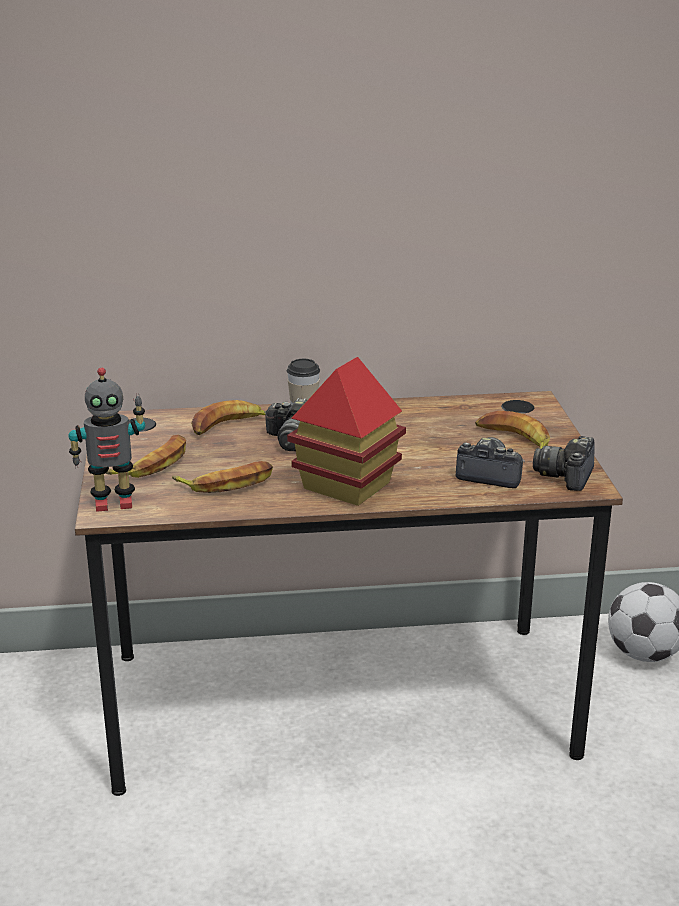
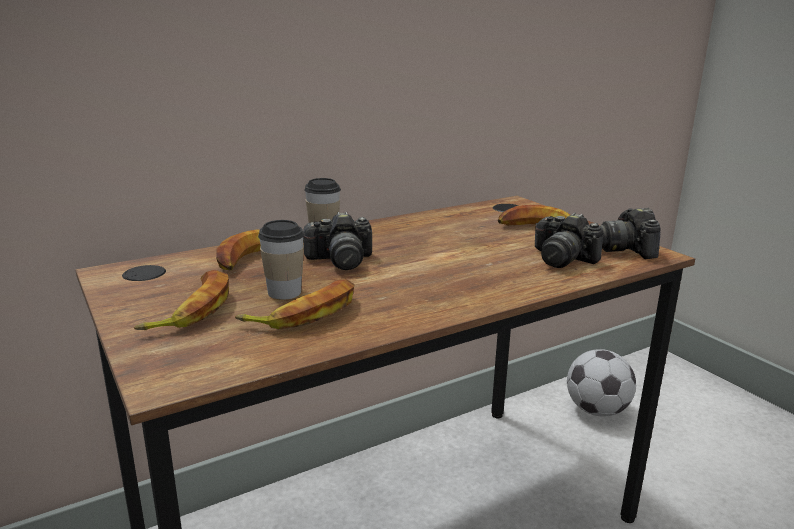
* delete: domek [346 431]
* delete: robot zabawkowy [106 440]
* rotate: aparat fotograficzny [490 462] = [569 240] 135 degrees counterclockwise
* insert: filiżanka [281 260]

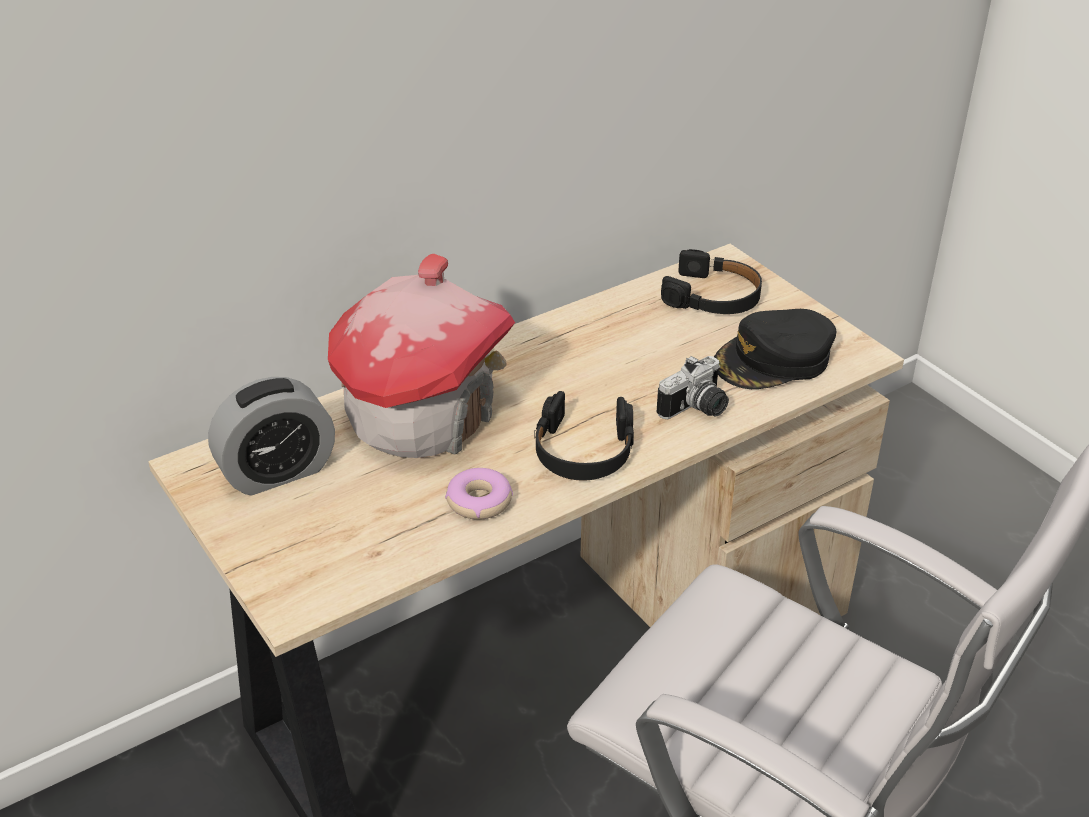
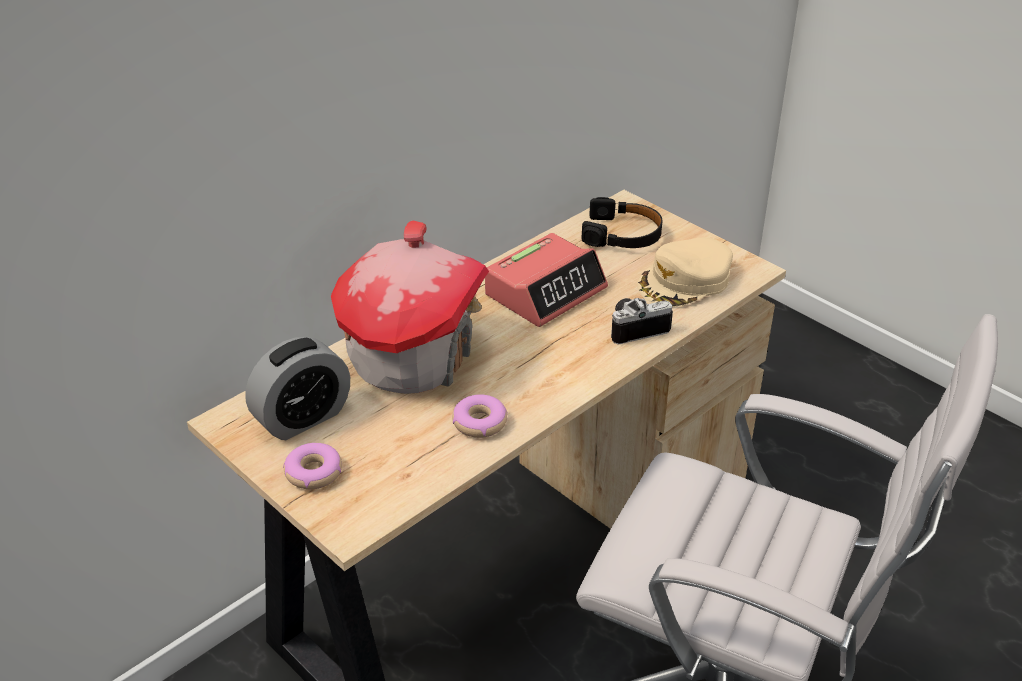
* recolor: czapka z daszkiem (czarny) [775 349] to czapka z daszkiem (beżowy) [685 272]
* rotate: aparat fotograficzny [692 387] = [642 321] 150 degrees counterclockwise
* delete: słuchawki (czarny) [584 436]
* insert: budzik [546 280]
* insert: donut [312 466]

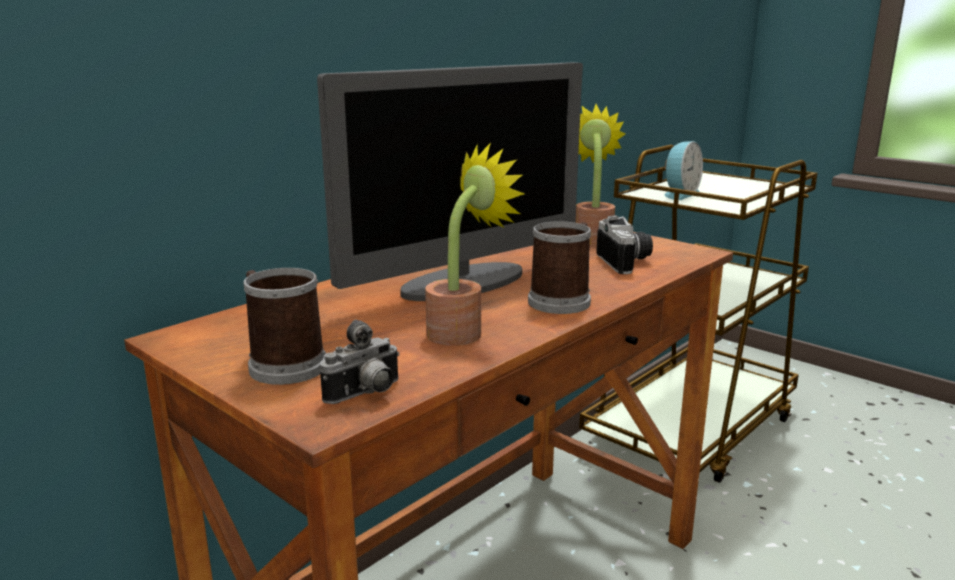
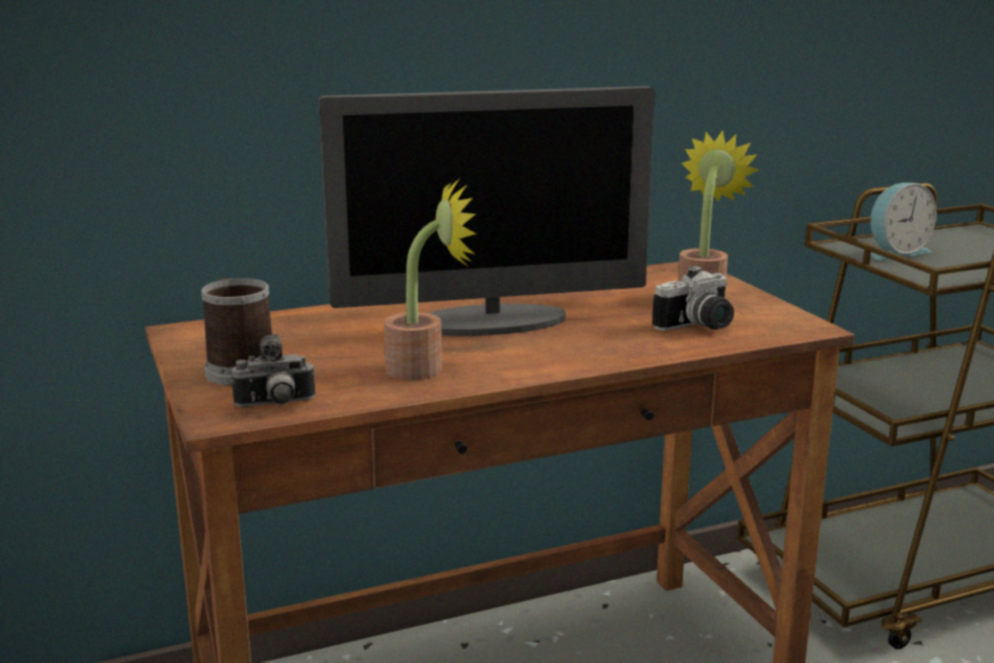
* rotate: aparat fotograficzny [624 244] = [693 298] 45 degrees clockwise
* delete: kubek [559 267]

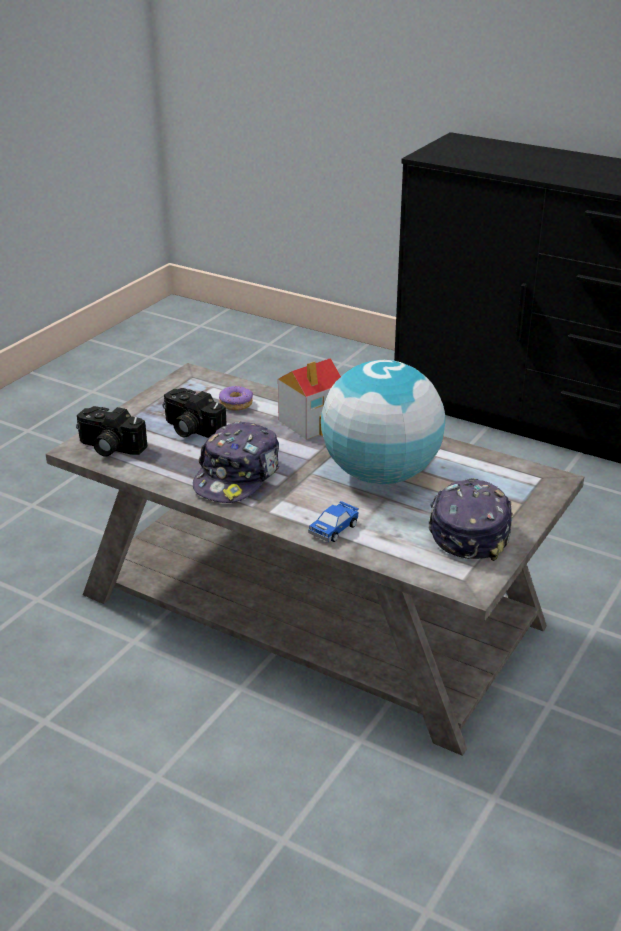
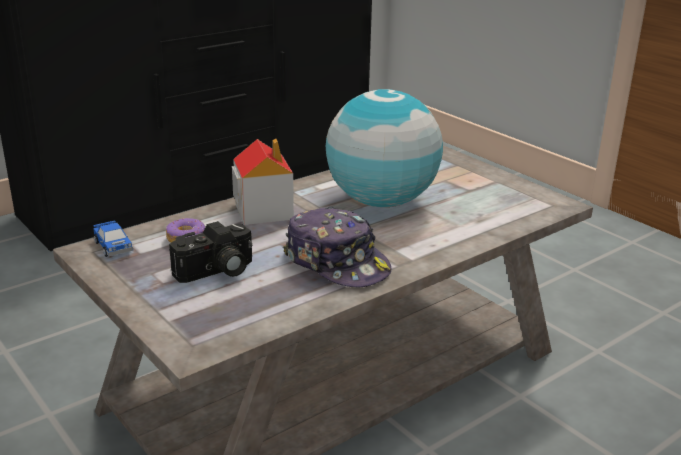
* delete: aparat fotograficzny [111 431]
* delete: czapka z daszkiem [471 519]
* move: samochodzik [333 521] to [113 239]

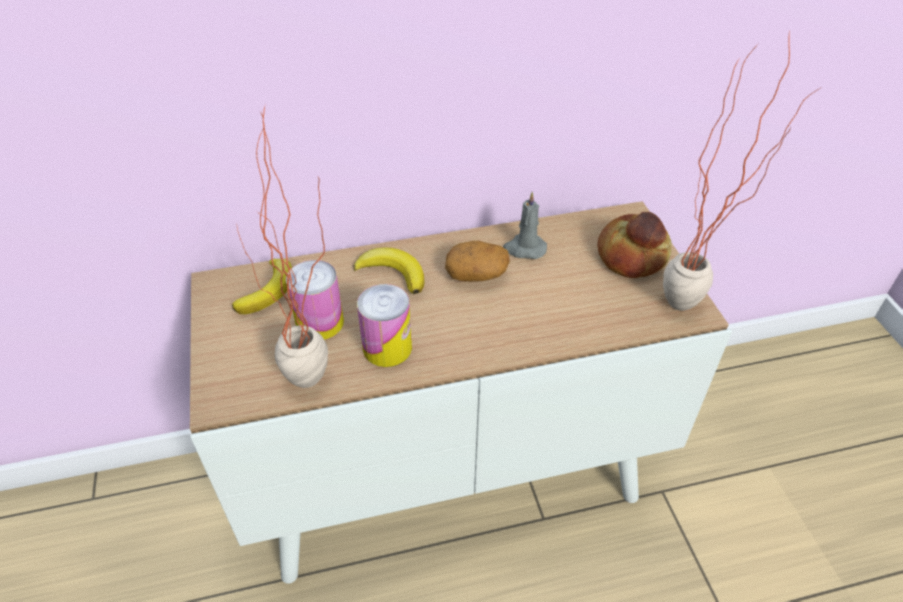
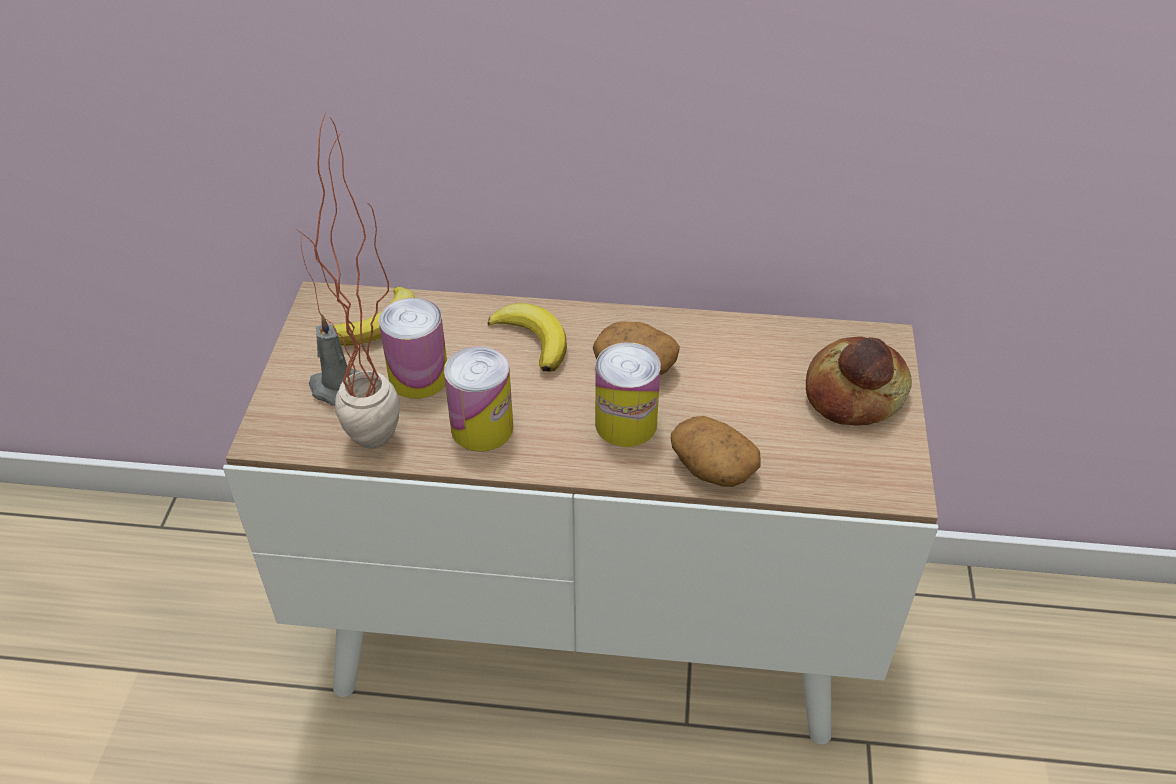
* delete: roślina doniczkowa [742 176]
* move: świeca (szary) [525 225] to [335 360]
* insert: puszka [628 394]
* insert: ziemniak [716 451]

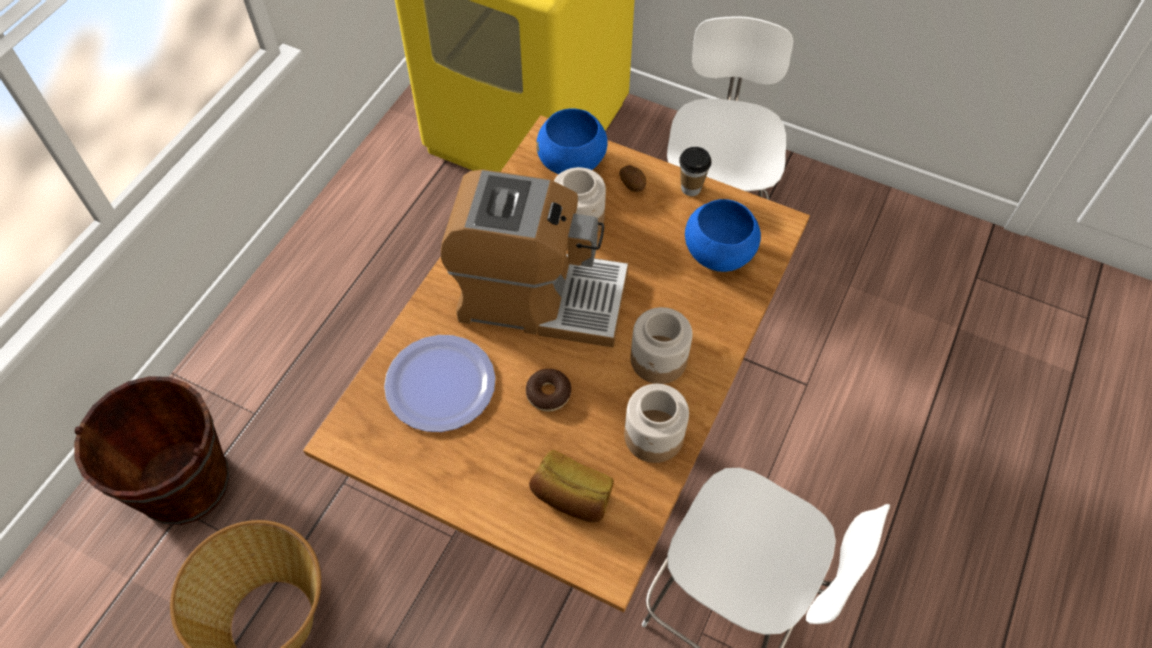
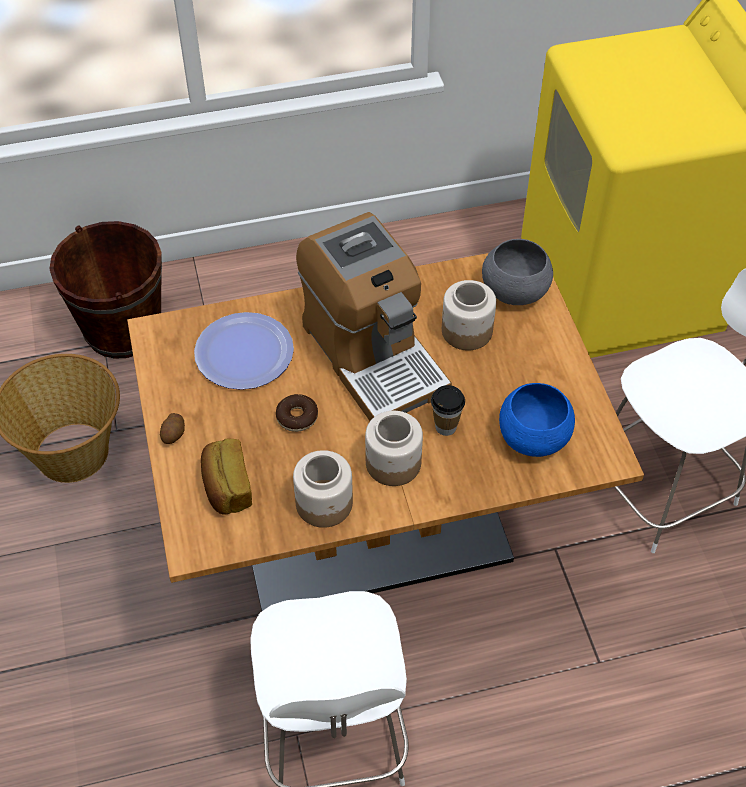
* recolor: miska (niebieski) [572 141] to miska (szary) [517 272]
* move: filiżanka [695 171] to [448 410]
* move: ziemniak [632 178] to [172 428]

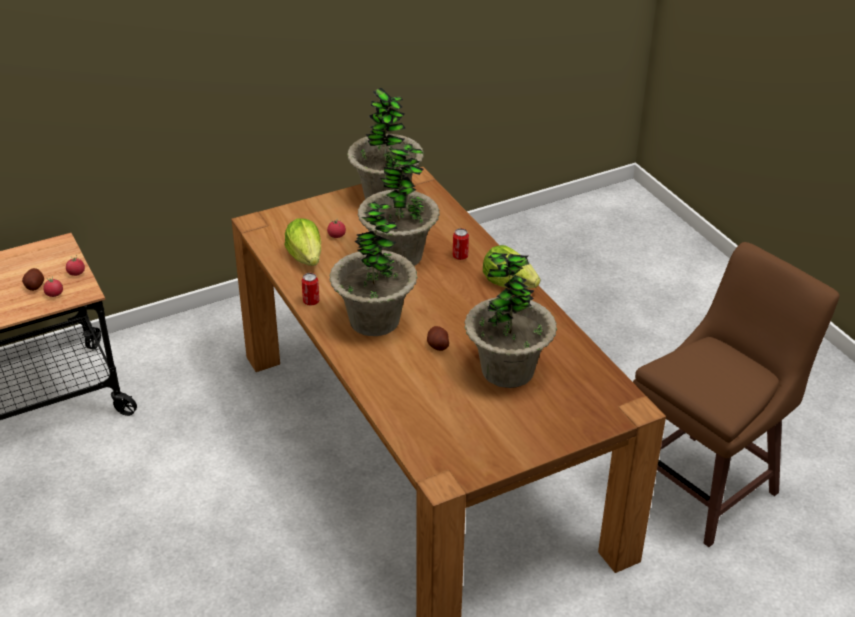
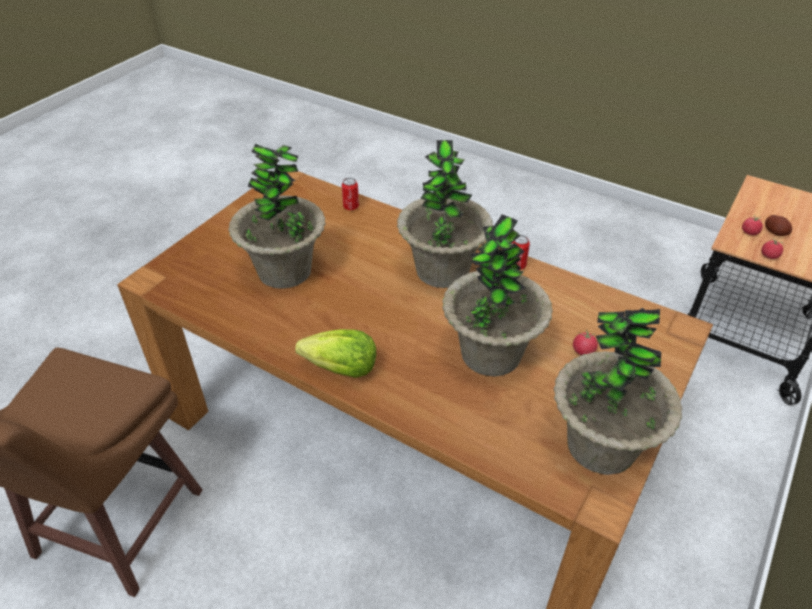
* delete: sałata [303 242]
* move: puszka [461 244] to [350 194]
* delete: ziemniak [438 338]

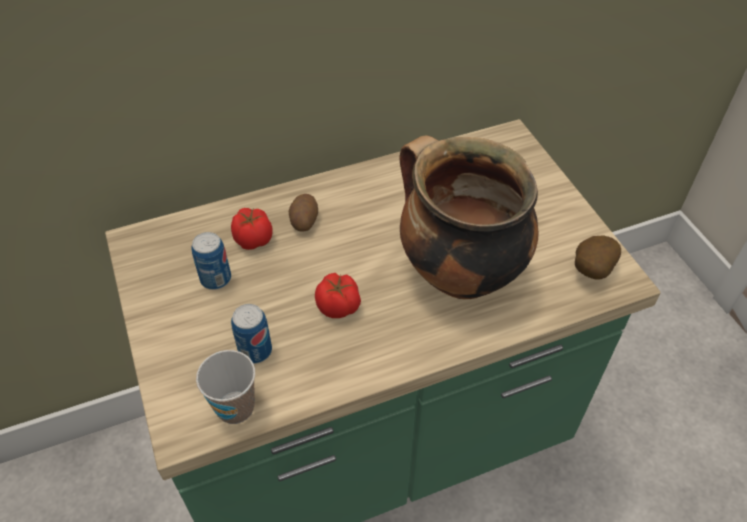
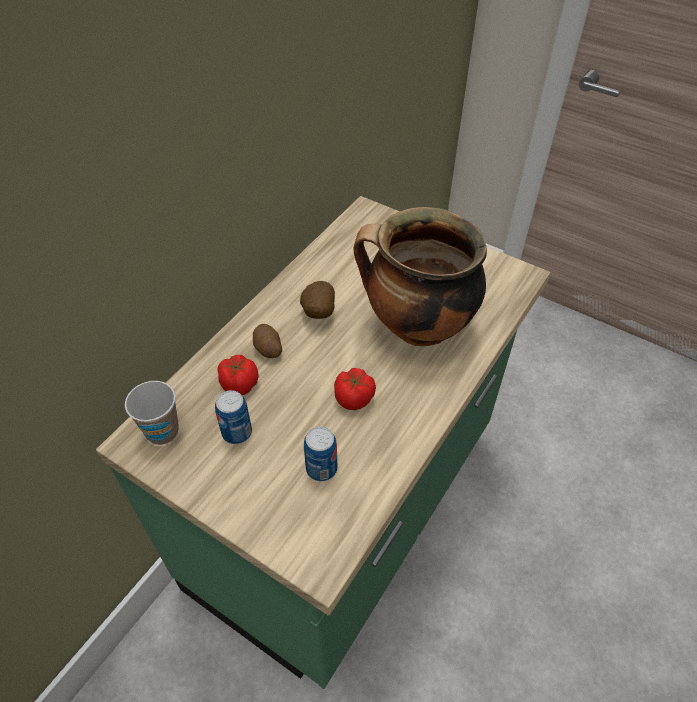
* move: ziemniak [598 257] to [317 300]
* move: filiżanka [225 387] to [152 413]

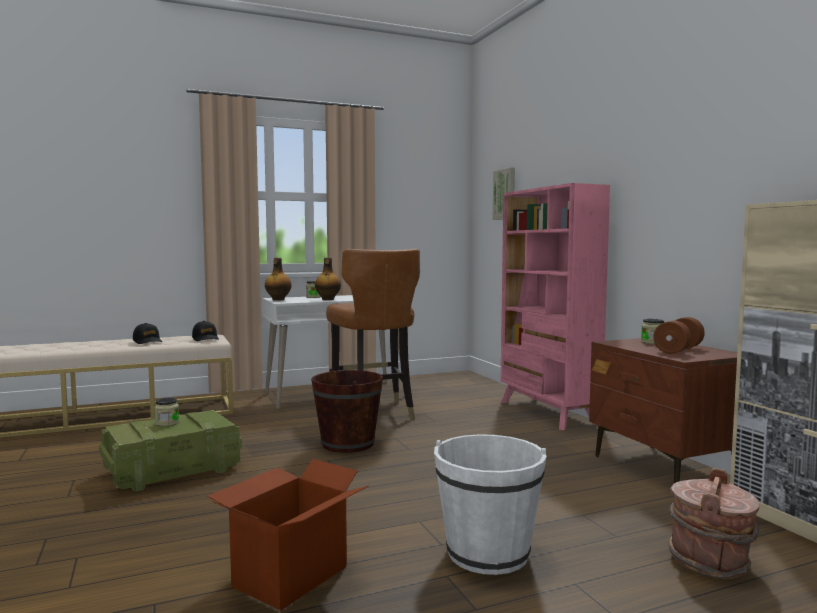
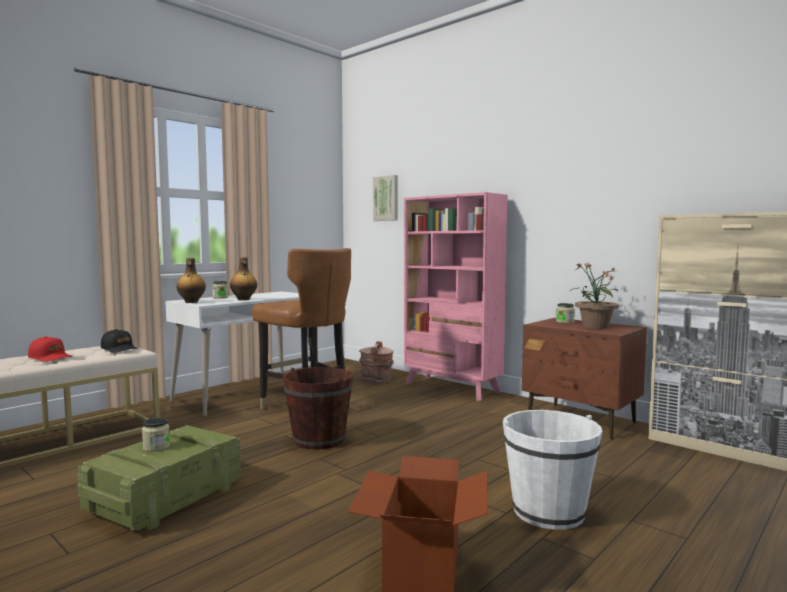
* replace: hantel (brązowy) [679 335] to roślina doniczkowa [594 295]
* recolor: czapka z daszkiem (czarny) [147 333] to czapka z daszkiem (czerwony) [50 349]
* move: wiadro (brązowy) [714 523] to [376 362]

